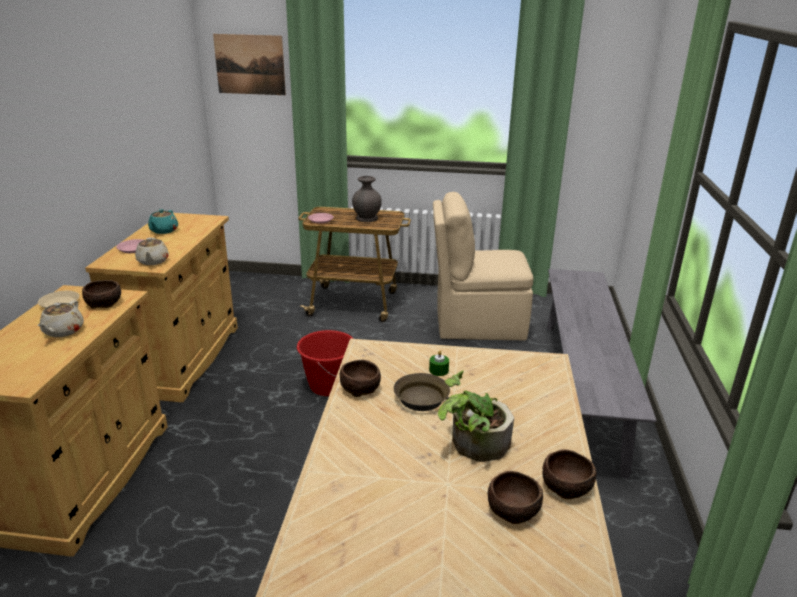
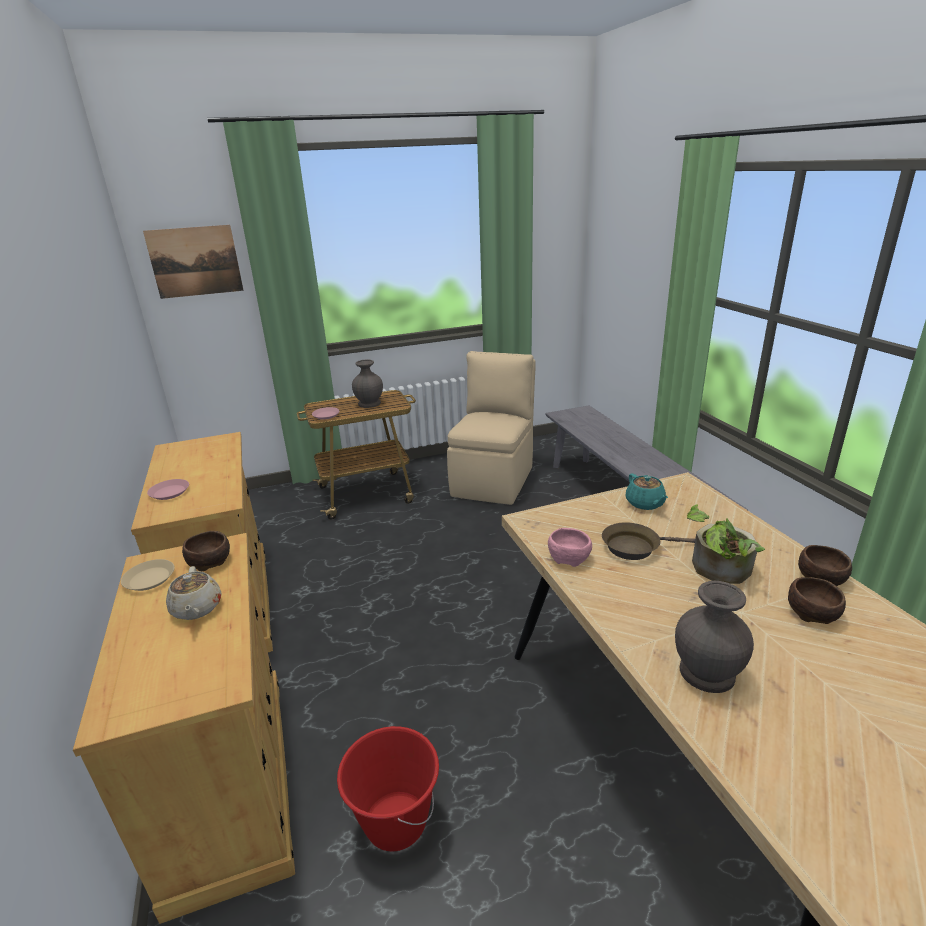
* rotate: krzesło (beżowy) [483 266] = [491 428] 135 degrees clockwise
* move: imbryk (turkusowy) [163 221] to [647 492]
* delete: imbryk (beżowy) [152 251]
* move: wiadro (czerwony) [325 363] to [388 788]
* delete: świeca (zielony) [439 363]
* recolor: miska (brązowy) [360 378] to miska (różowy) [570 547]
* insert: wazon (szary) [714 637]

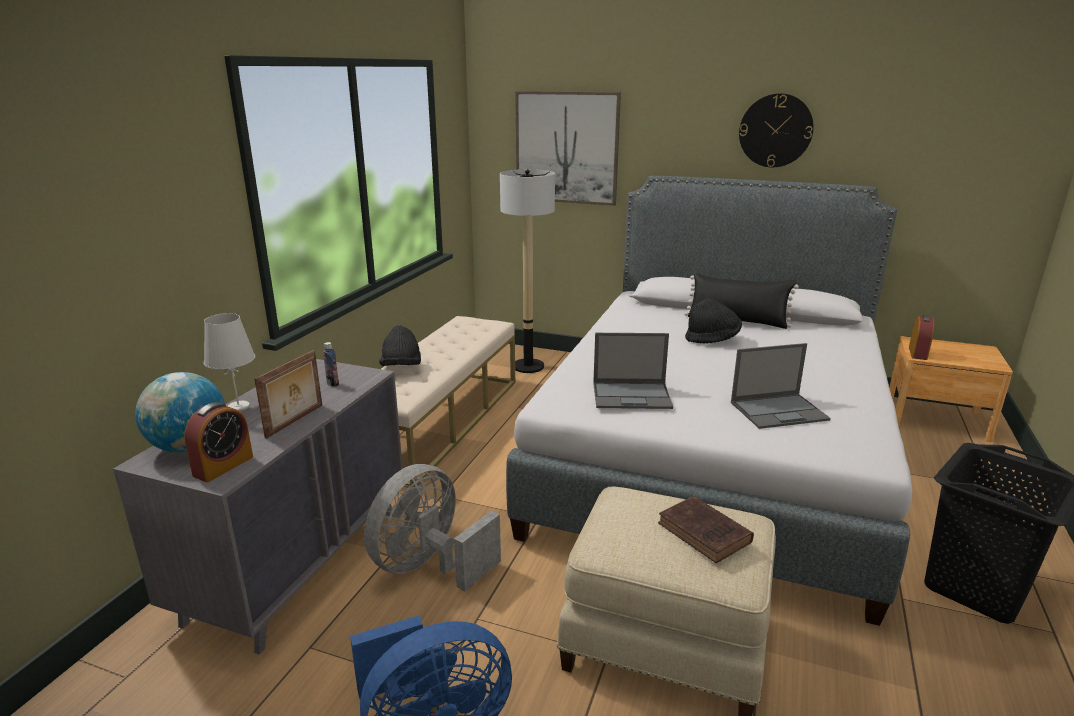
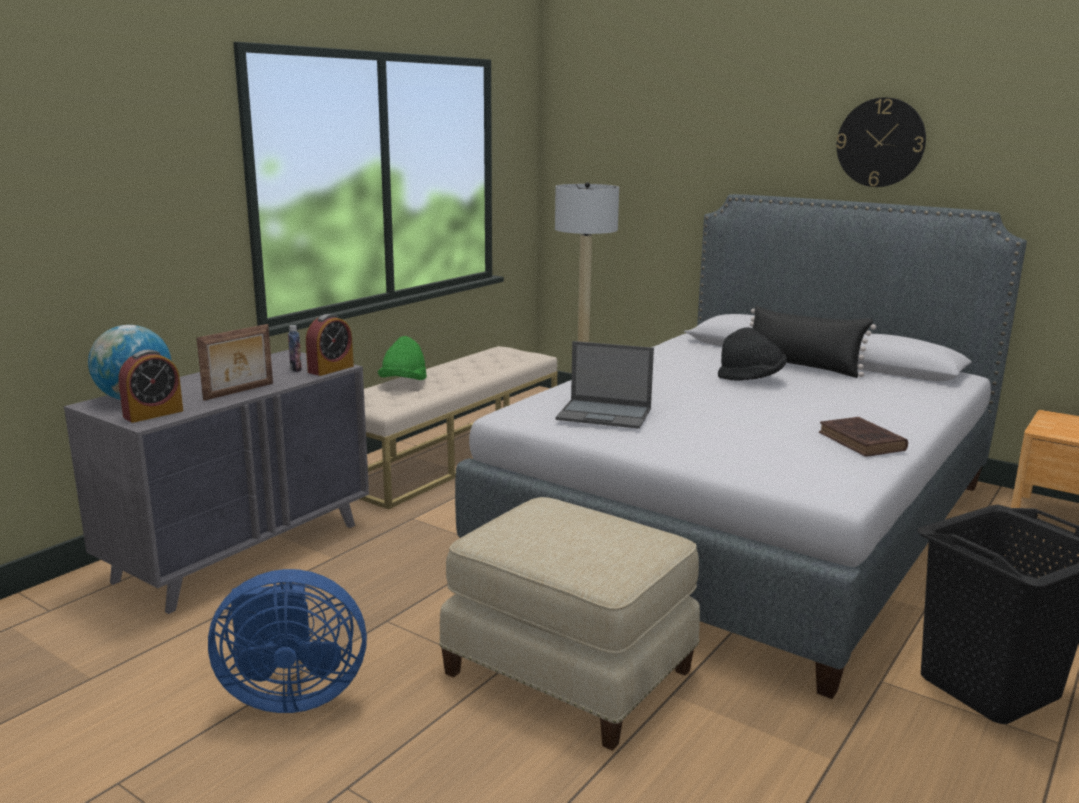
* delete: obraz [568 148]
* delete: lampa stołowa (biały) [229 362]
* move: budzik [921 337] to [330 345]
* recolor: kapelusz (czarny) [400 345] to kapelusz (zielony) [402 358]
* delete: laptop [781 386]
* delete: wentylator (szary) [432 527]
* move: książka (brązowy) [706 529] to [863 437]

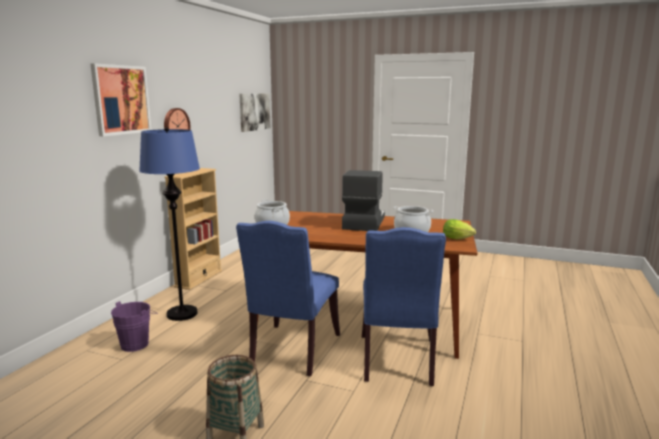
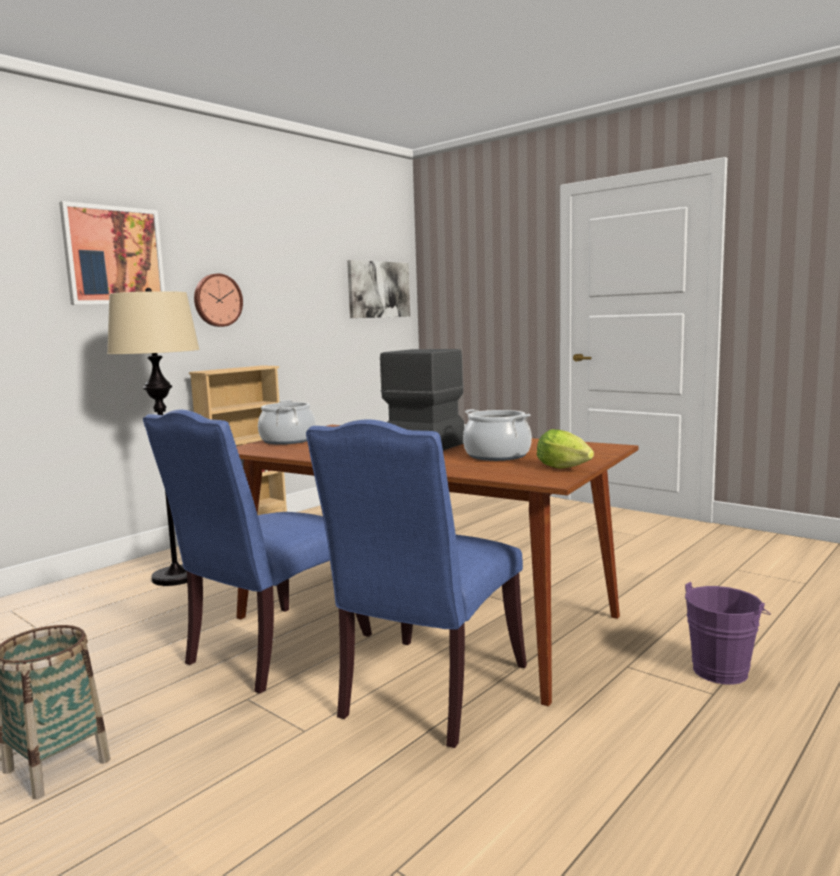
* recolor: lampa stojąca (niebieski) [169 224] to lampa stojąca (beżowy) [153 437]
* move: wiadro (fioletowy) [134 326] to [728 633]

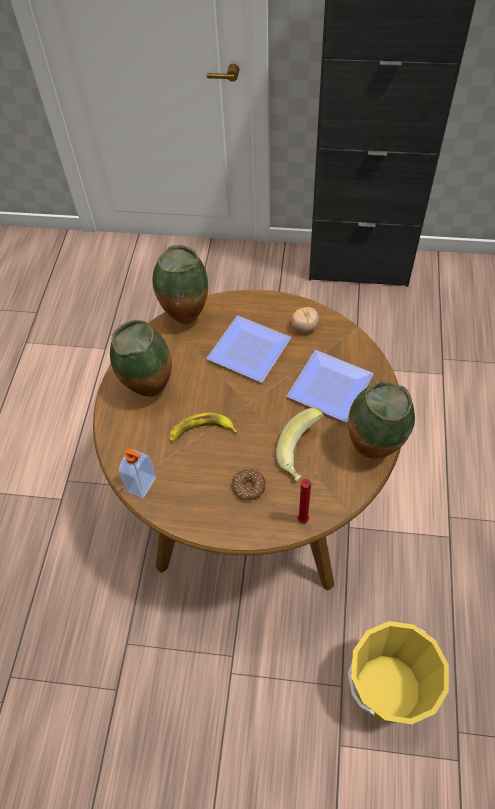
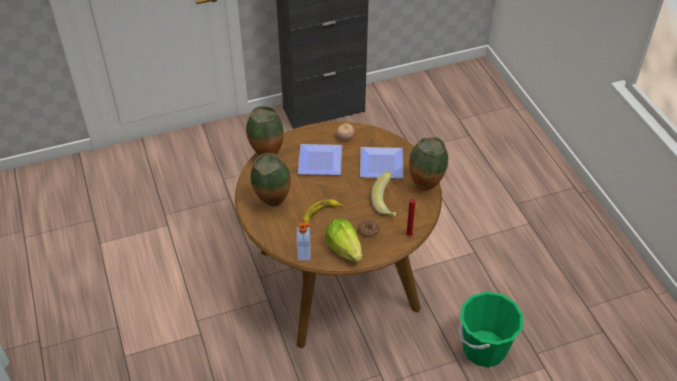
* recolor: wiadro (żółty) [398 672] to wiadro (zielony) [491 329]
* insert: sałata [343 240]

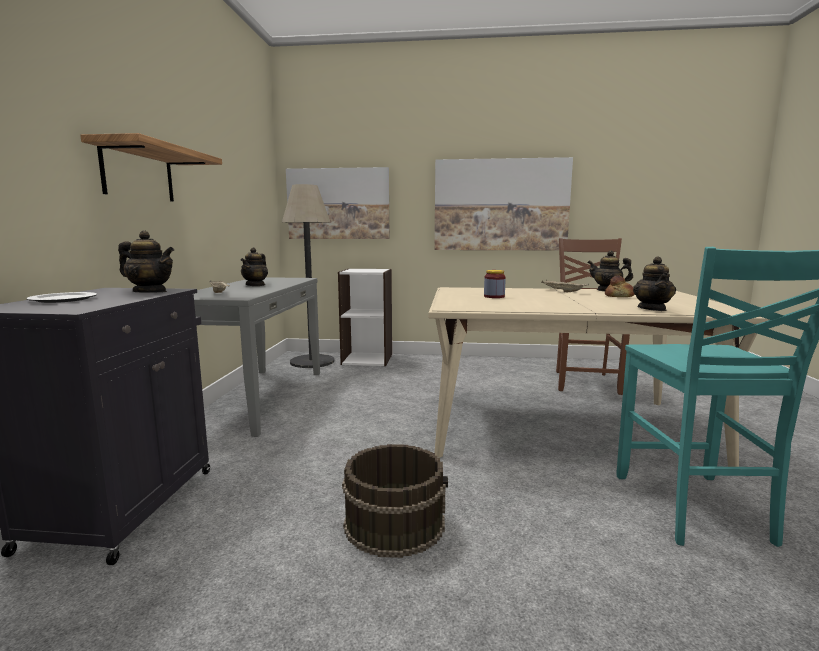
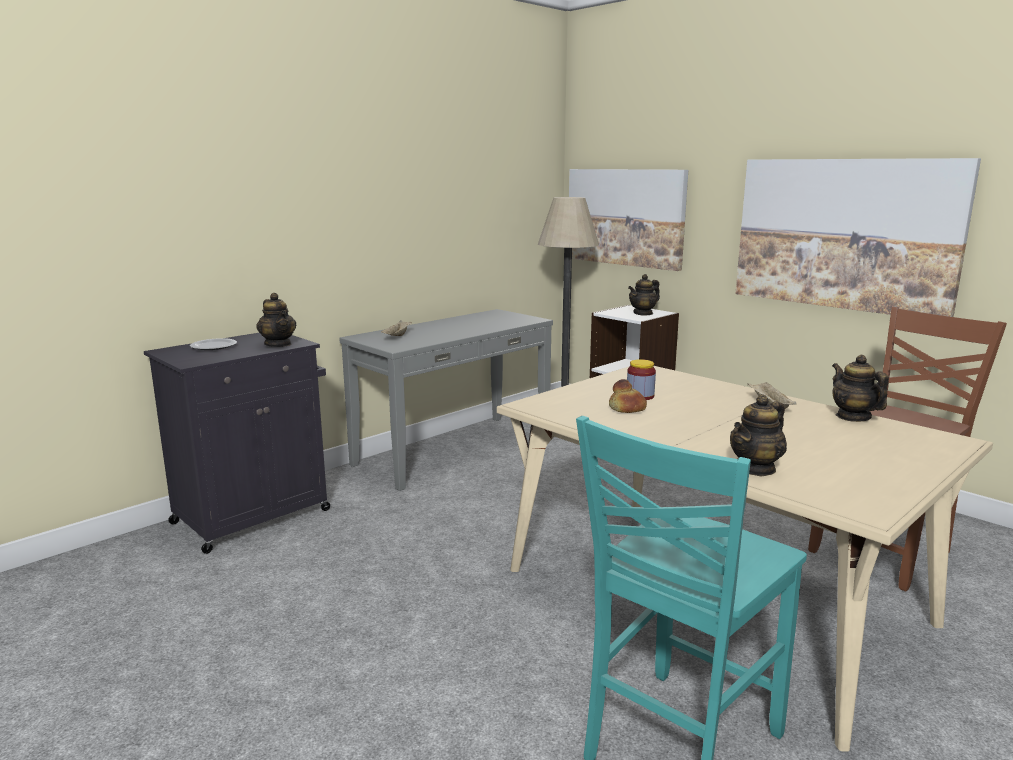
* delete: półka [151 167]
* move: imbryk [254 266] to [644 295]
* move: chleb [620 286] to [628 396]
* delete: wiadro (brązowy) [395 501]

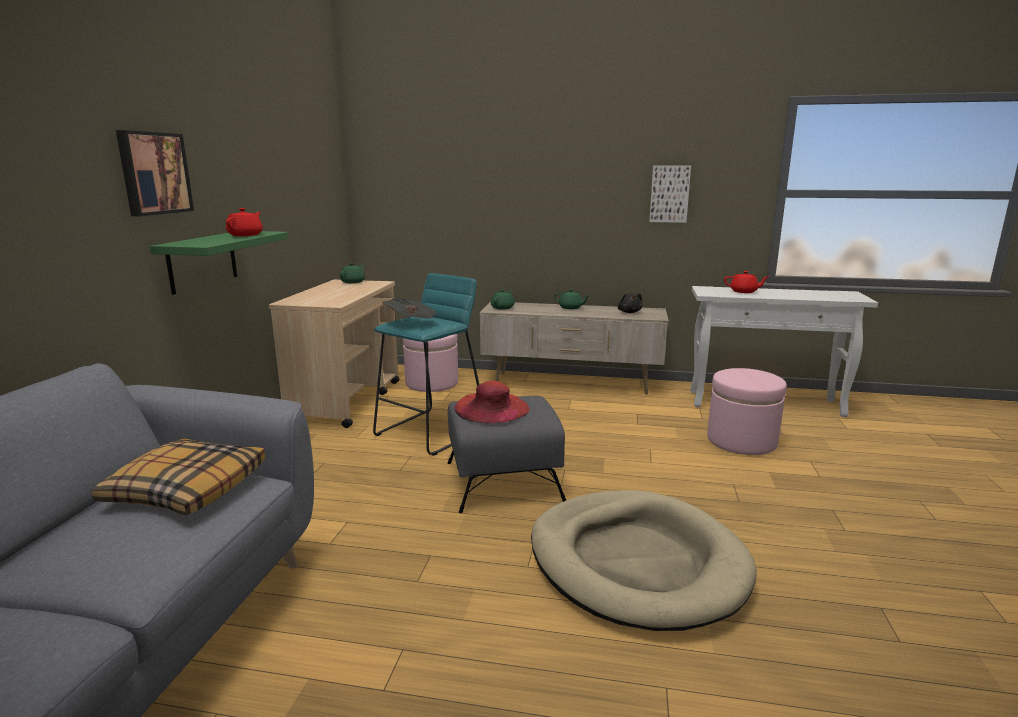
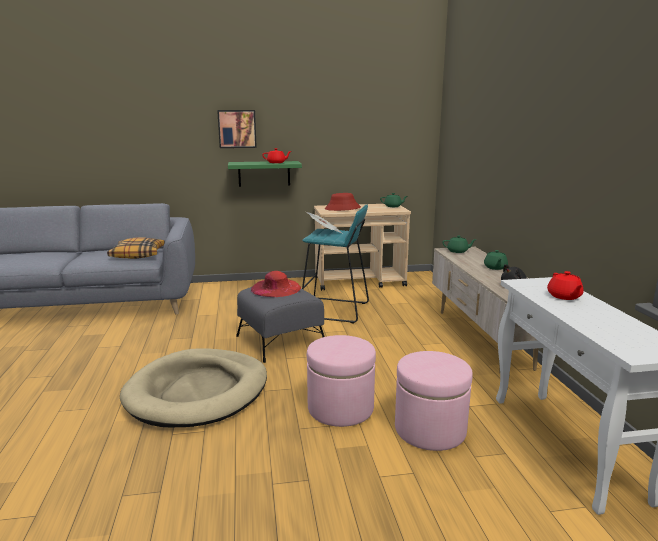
* delete: obraz [670 194]
* move: pufa (różowy) [430 363] to [341 381]
* insert: kapelusz (czerwony) [343 202]

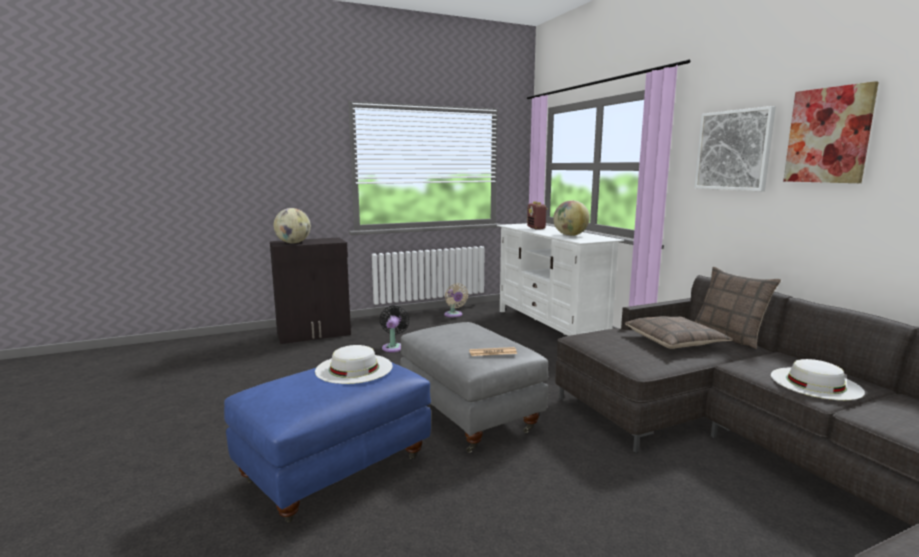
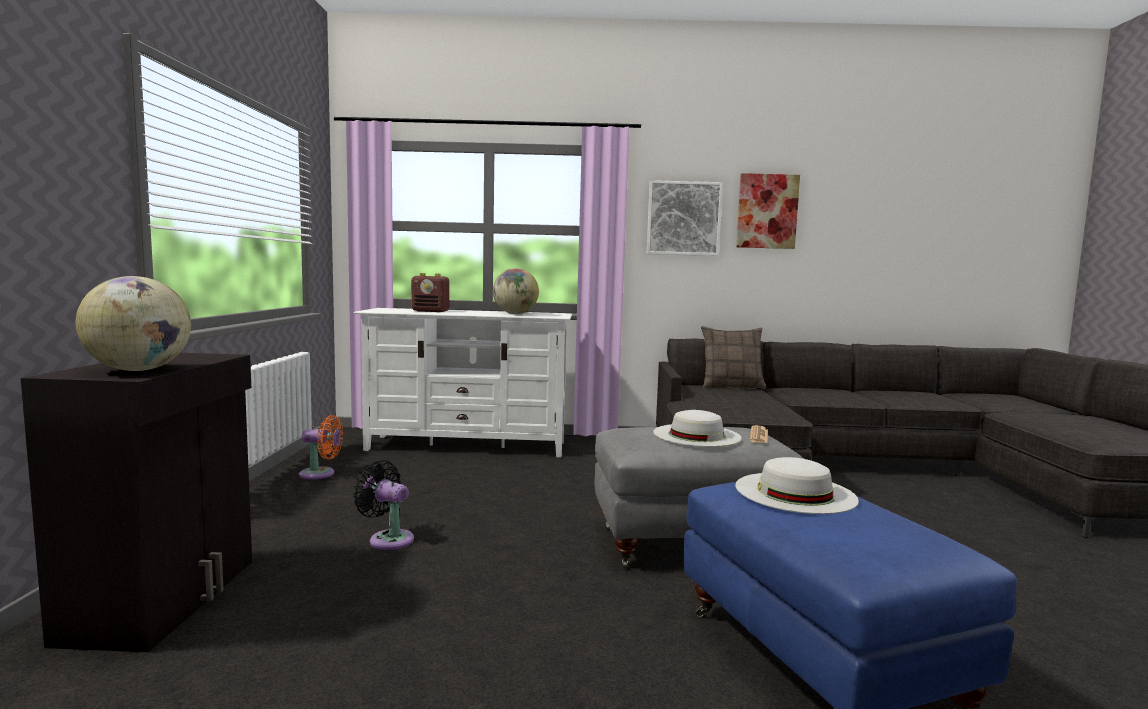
* recolor: wentylator (beżowy) [456 300] to wentylator (pomarańczowy) [321 447]
* delete: poduszka [679 332]
* move: kapelusz (biały) [818 379] to [697 428]

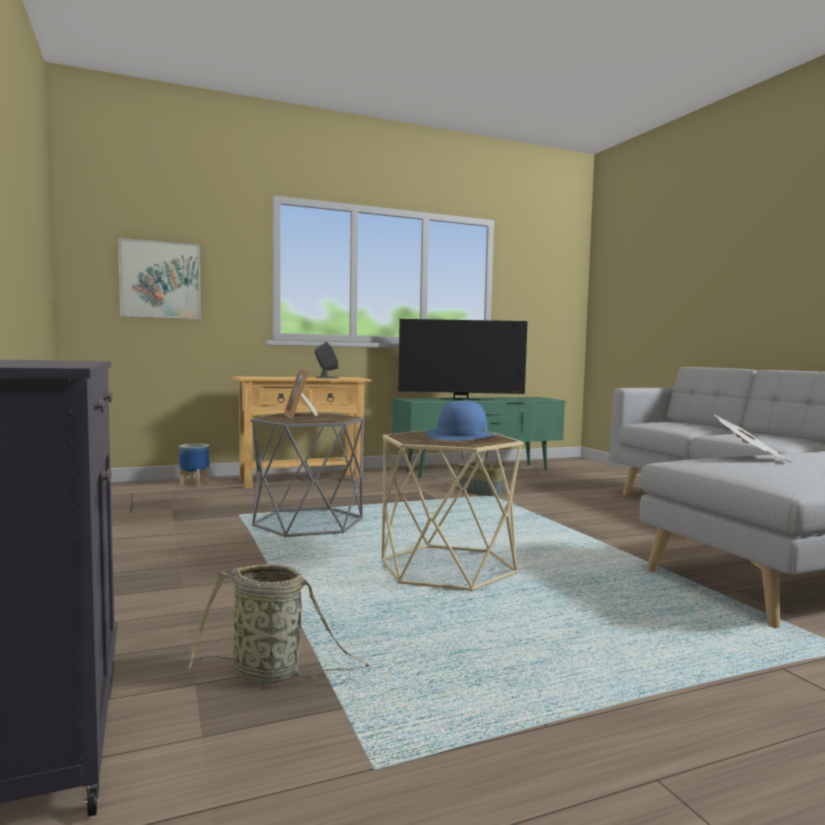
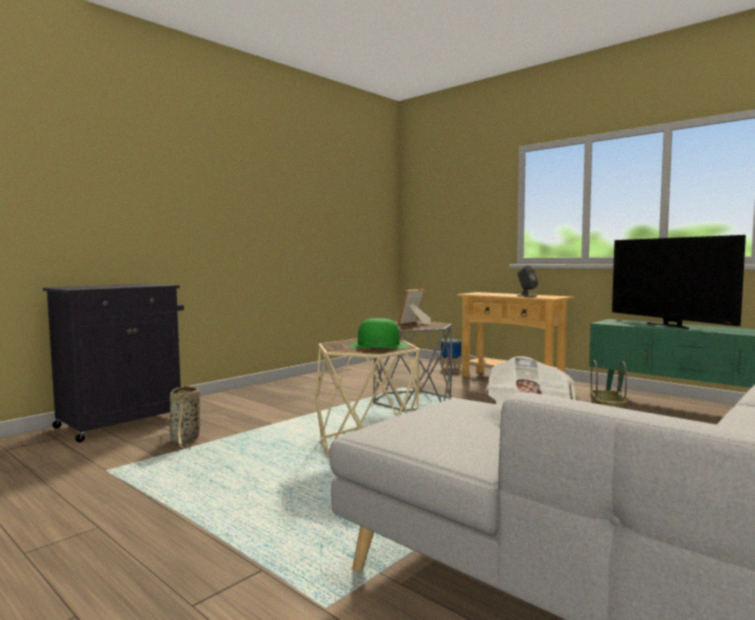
* delete: obraz [159 278]
* recolor: kapelusz (niebieski) [462 421] to kapelusz (zielony) [378 333]

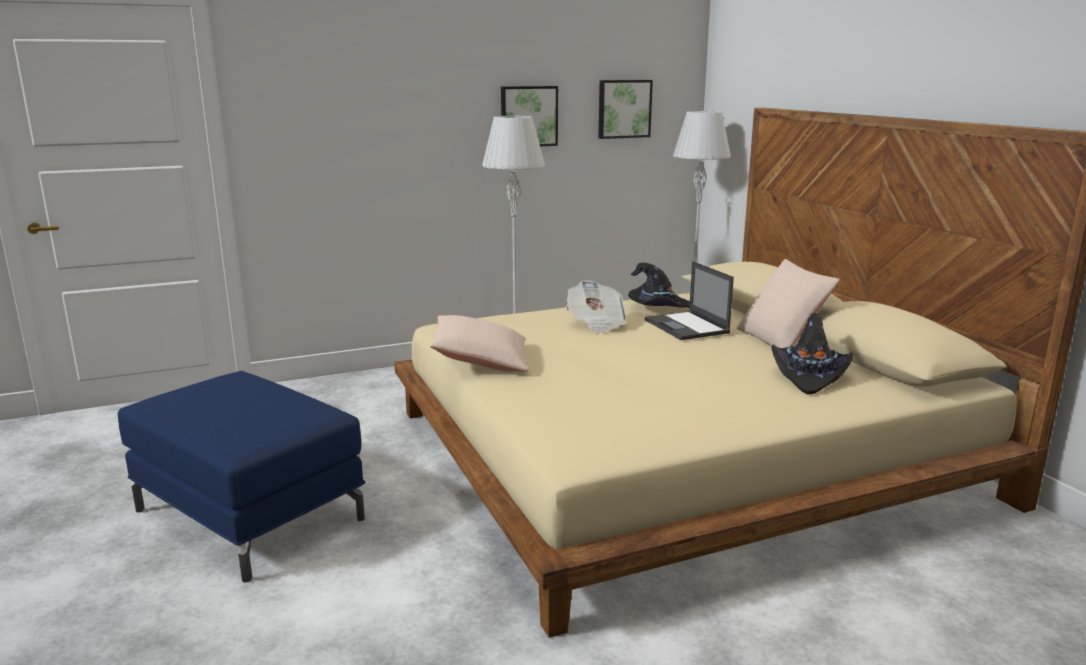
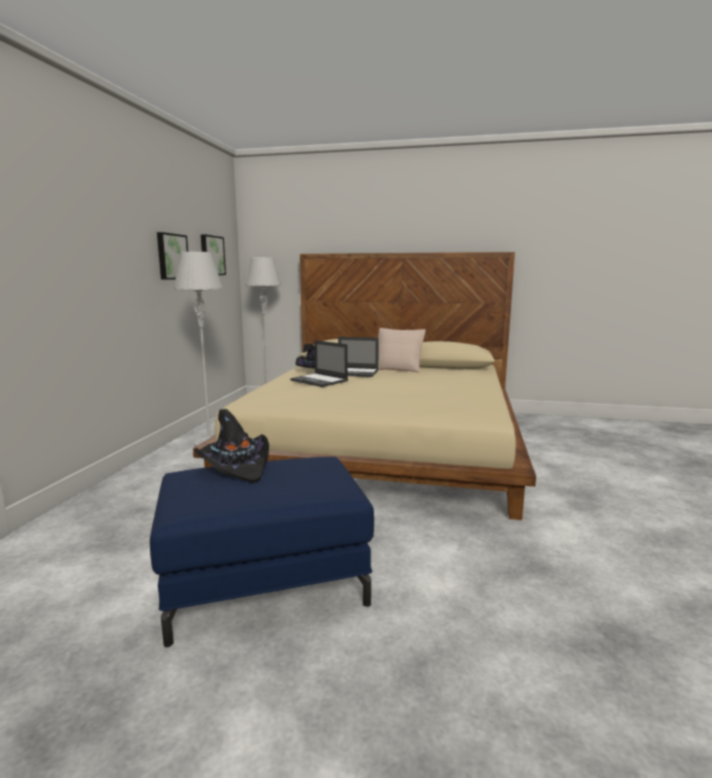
* replace: gazeta [596 307] to laptop [319 363]
* move: kapelusz (czarny) [812 354] to [231 446]
* delete: poduszka (beżowy) [479 343]

